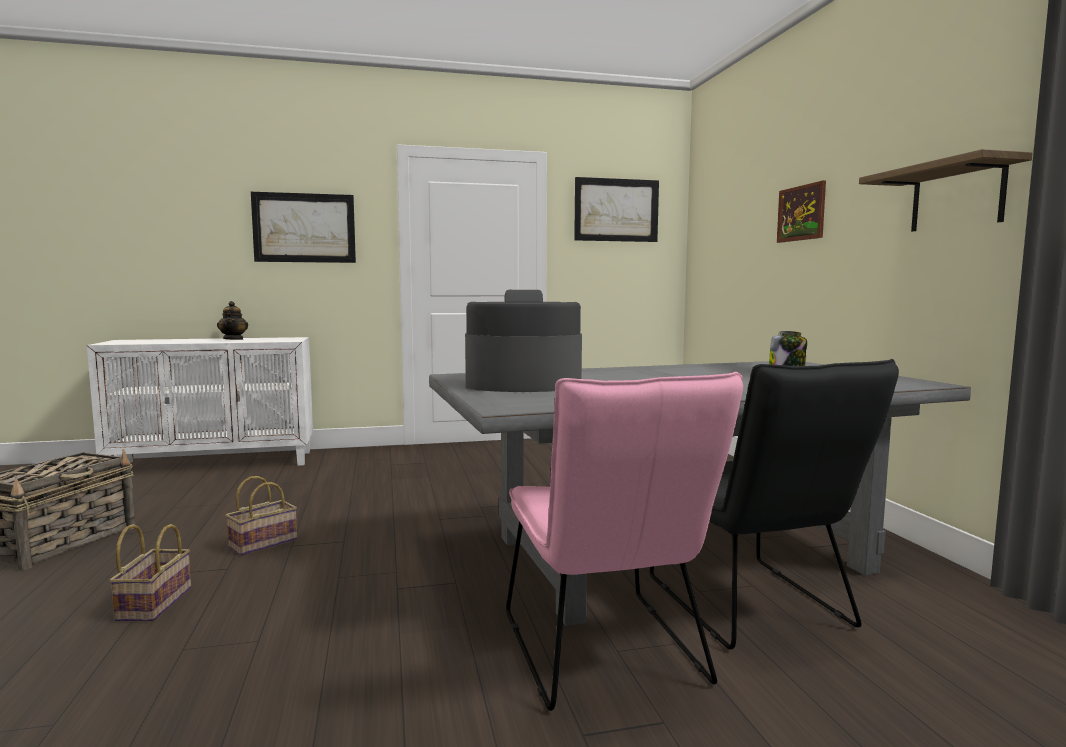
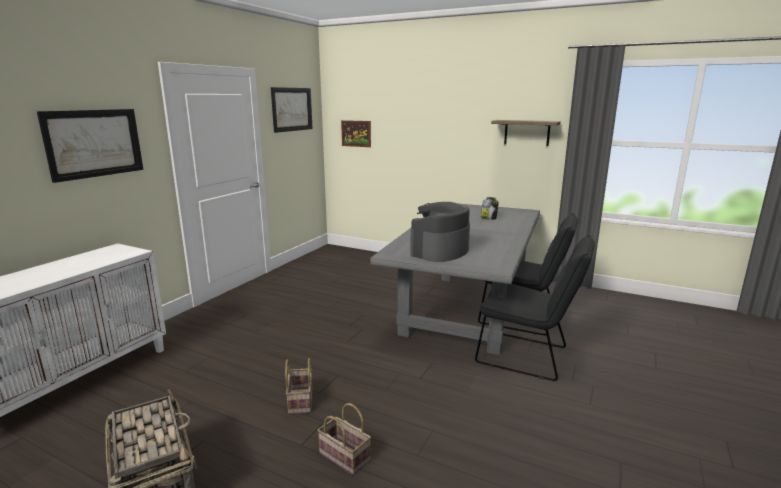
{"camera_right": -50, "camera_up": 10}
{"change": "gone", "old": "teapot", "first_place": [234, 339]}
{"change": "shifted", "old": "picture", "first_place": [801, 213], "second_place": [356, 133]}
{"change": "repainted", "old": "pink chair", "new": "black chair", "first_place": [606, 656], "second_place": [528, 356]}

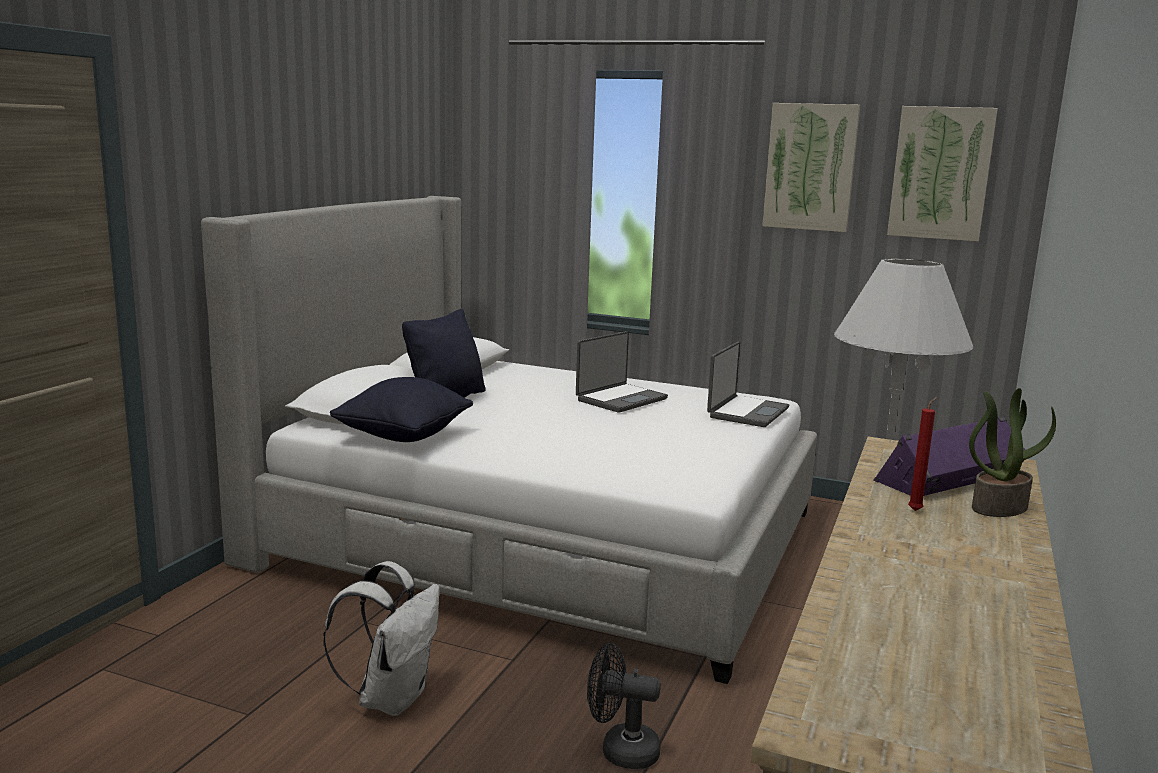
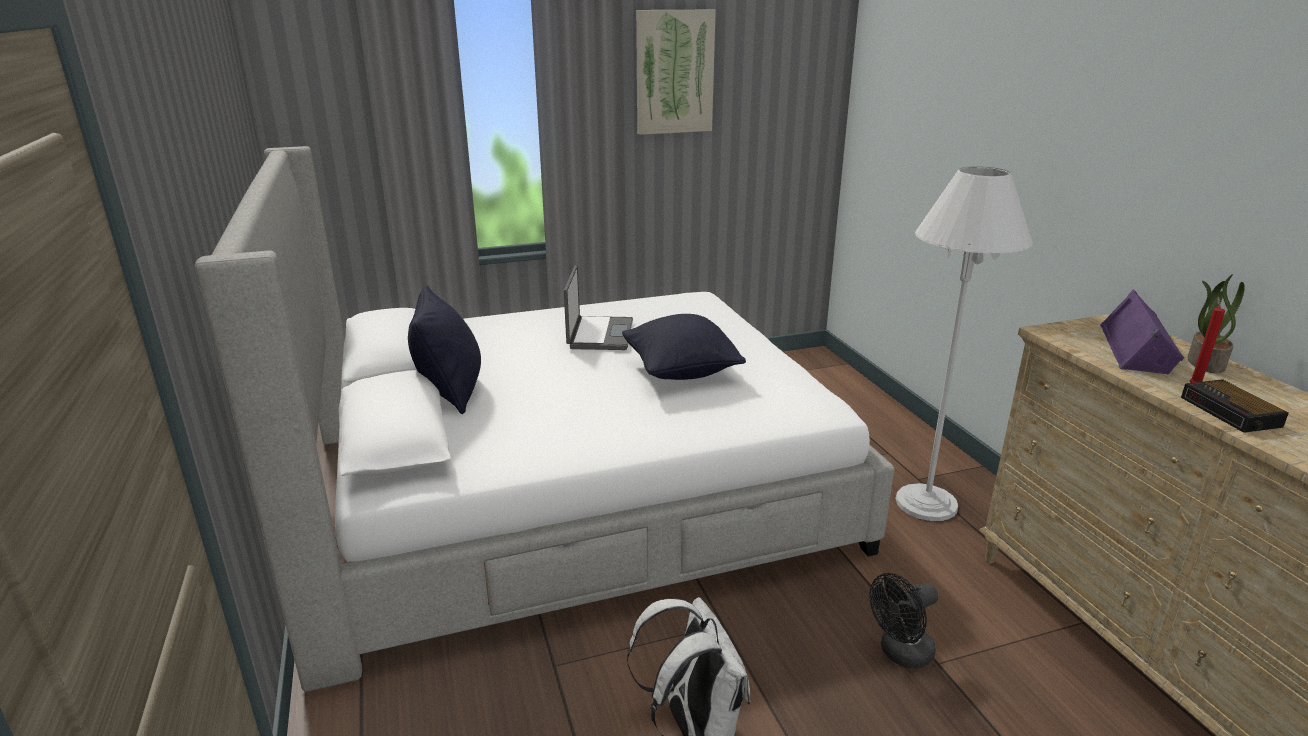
{"camera_right": -40, "camera_up": 10}
{"change": "gone", "old": "laptop", "first_place": [746, 412]}
{"change": "gone", "old": "picture", "first_place": [940, 173]}
{"change": "new", "new": "alarm clock", "second_place": [1231, 413]}
{"change": "shifted", "old": "black pillow", "first_place": [403, 436], "second_place": [681, 372]}

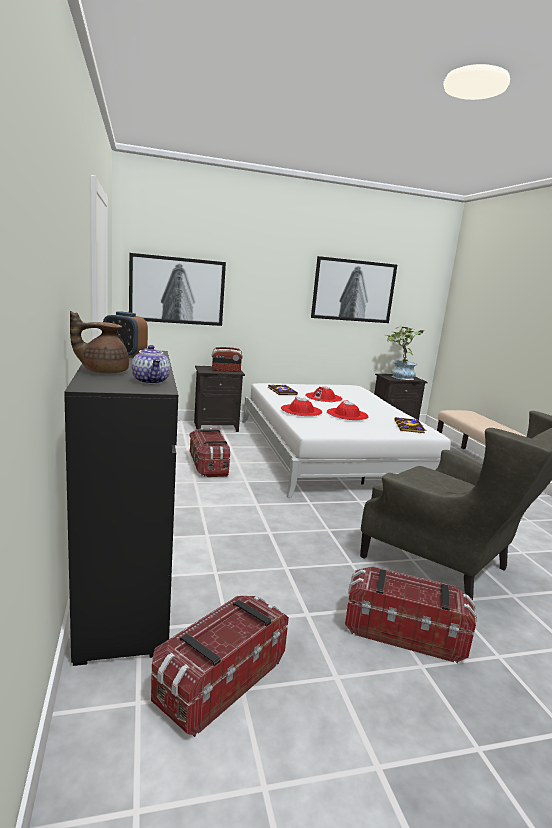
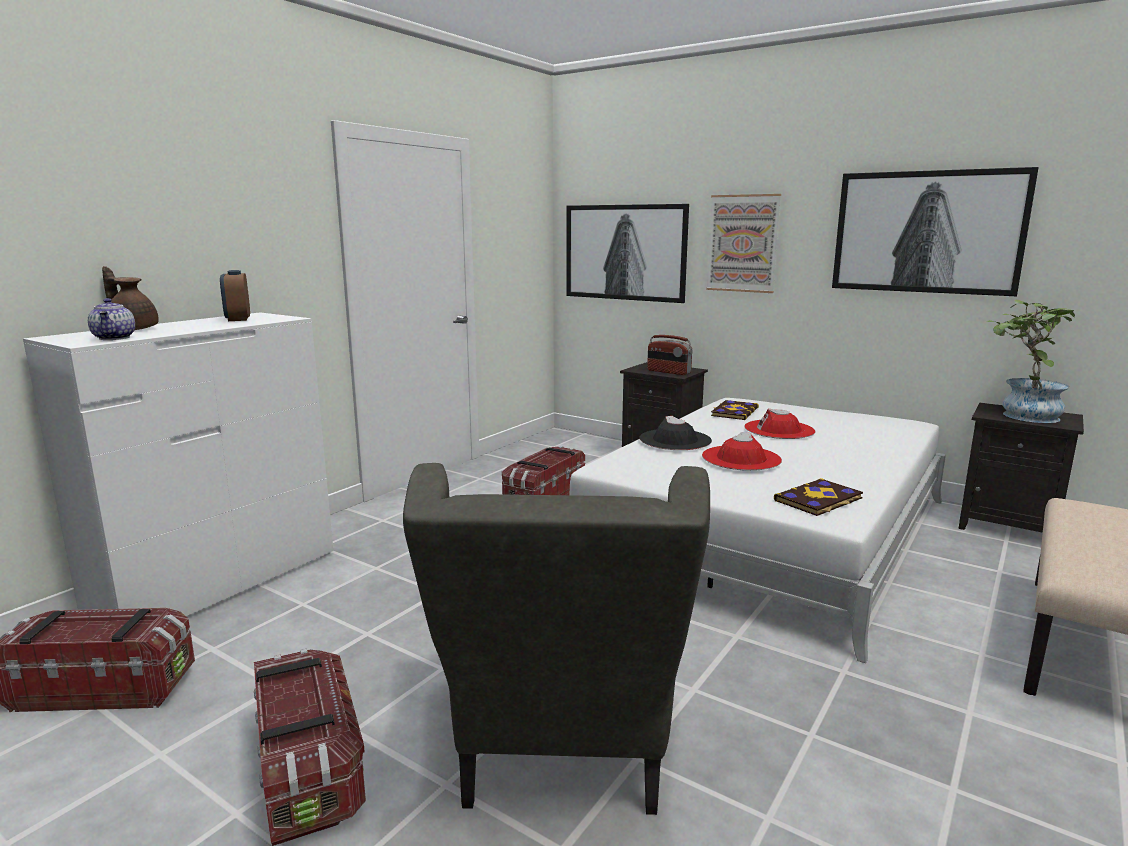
{"camera_right": 50, "camera_up": 0}
{"change": "new", "new": "picture", "second_place": [743, 243]}
{"change": "repainted", "old": "black dresser", "new": "white dresser", "first_place": [125, 590], "second_place": [217, 583]}
{"change": "repainted", "old": "red hat", "new": "black hat", "first_place": [301, 410], "second_place": [675, 440]}
{"change": "rotated", "old": "teapot", "first_place": [151, 381], "second_place": [115, 338], "degrees": -45}

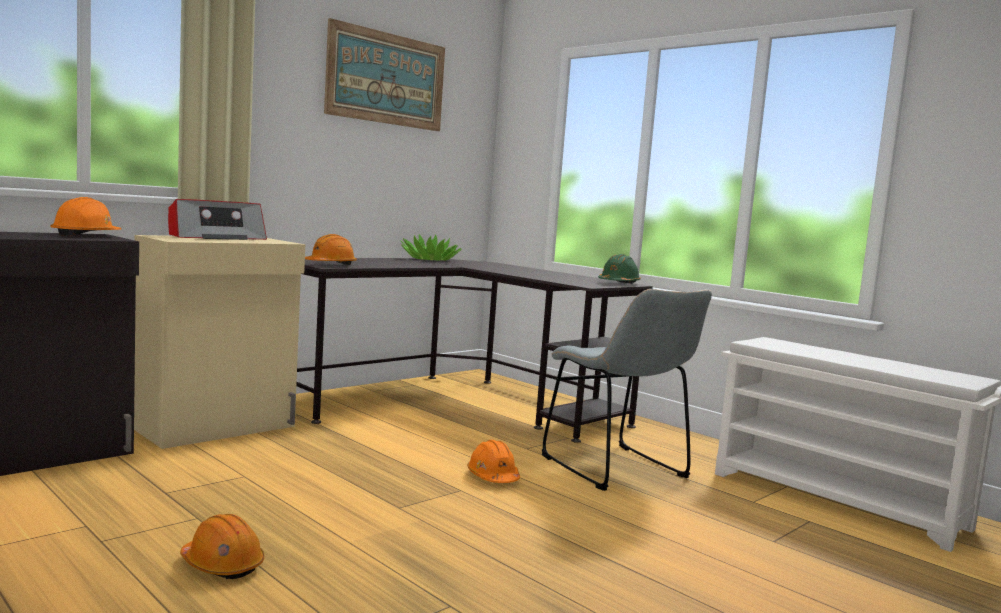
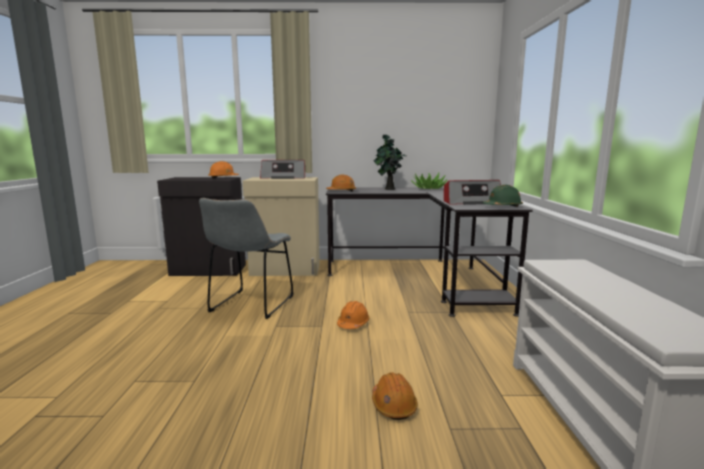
{"camera_right": 45, "camera_up": 5}
{"change": "gone", "old": "picture", "first_place": [386, 78]}
{"change": "new", "new": "potted plant", "second_place": [388, 189]}
{"change": "new", "new": "radio", "second_place": [471, 202]}
{"change": "shifted", "old": "orange hard hat", "first_place": [222, 565], "second_place": [393, 405]}
{"change": "shifted", "old": "grey chair", "first_place": [618, 470], "second_place": [250, 306]}

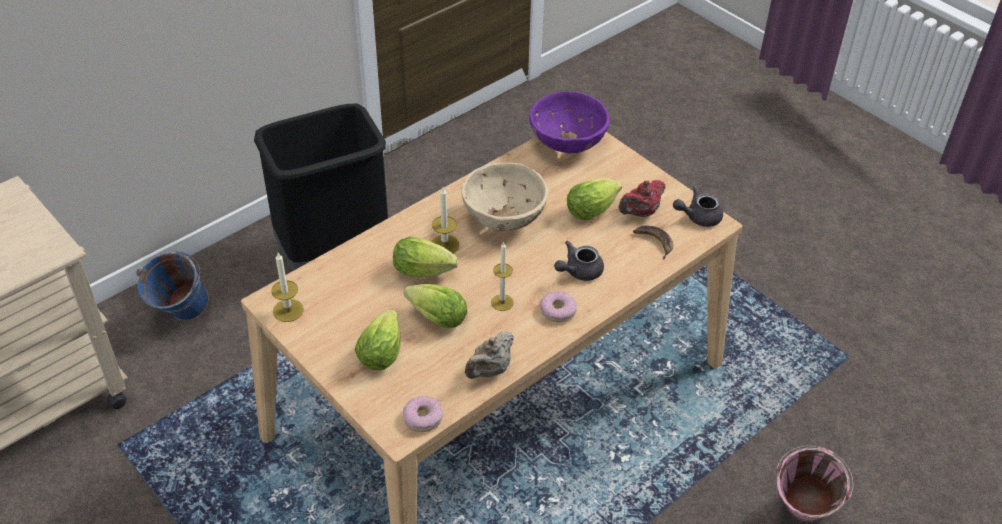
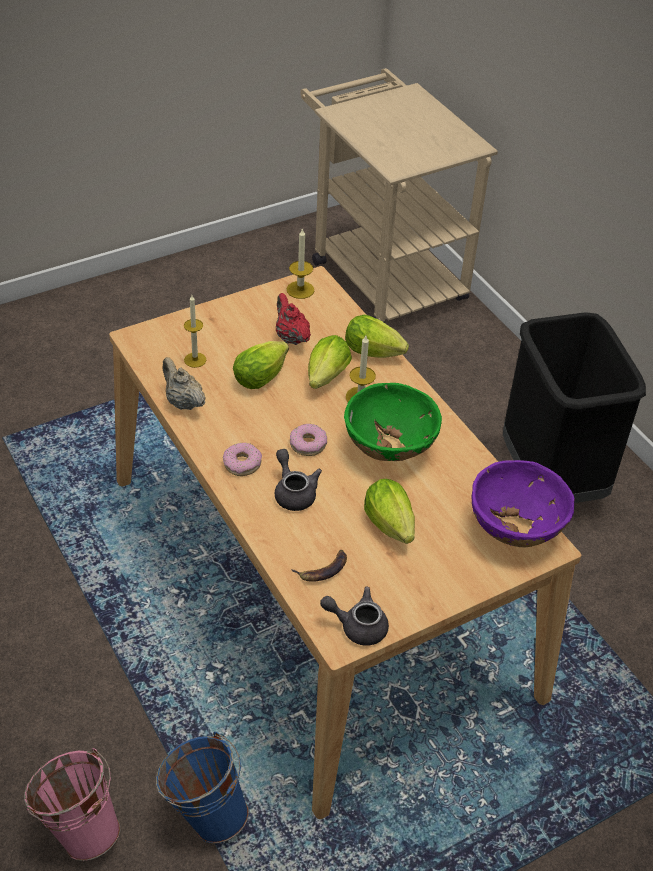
{"camera_right": 100, "camera_up": 0}
{"change": "shifted", "old": "blue bucket", "first_place": [181, 318], "second_place": [204, 813]}
{"change": "shifted", "old": "lettuce", "first_place": [382, 350], "second_place": [376, 353]}
{"change": "shifted", "old": "donut", "first_place": [423, 418], "second_place": [307, 444]}
{"change": "shifted", "old": "candle", "first_place": [502, 302], "second_place": [195, 360]}
{"change": "shifted", "old": "red teapot", "first_place": [640, 212], "second_place": [291, 337]}
{"change": "repainted", "old": "beige bowl", "new": "green bowl", "first_place": [504, 220], "second_place": [389, 448]}
{"change": "rotated", "old": "grey teapot", "first_place": [698, 217], "second_place": [357, 626], "degrees": -75}

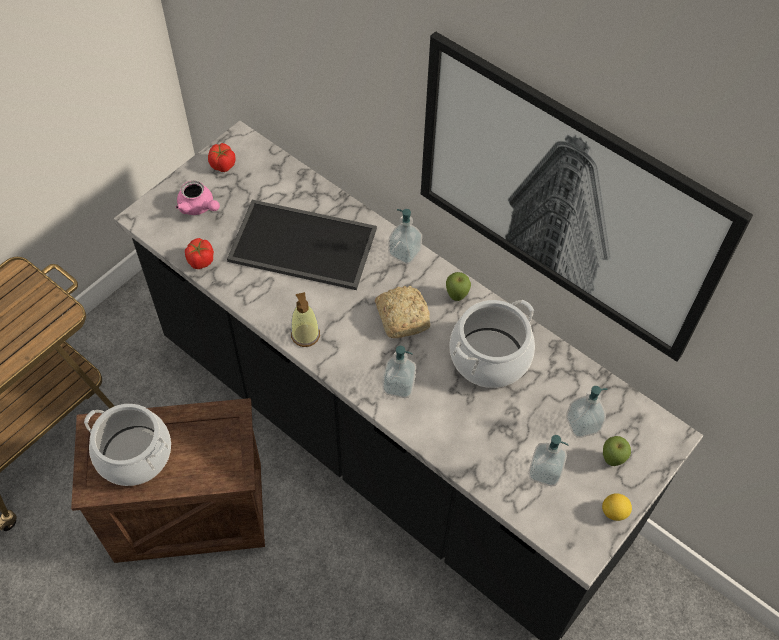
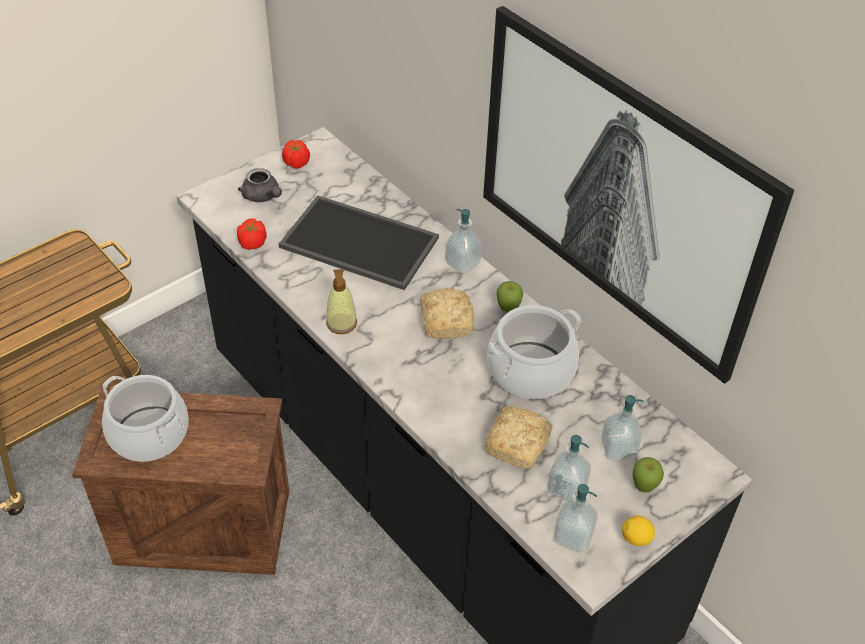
{"camera_right": 10, "camera_up": -10}
{"change": "new", "new": "bread", "second_place": [518, 443]}
{"change": "shifted", "old": "soap dispenser", "first_place": [398, 385], "second_place": [573, 536]}
{"change": "repainted", "old": "pink teapot", "new": "grey teapot", "first_place": [199, 207], "second_place": [263, 196]}

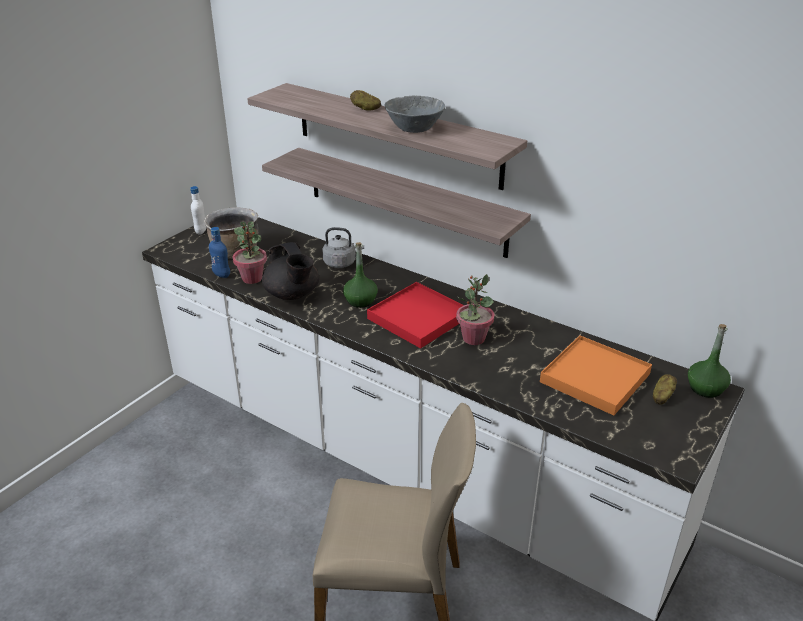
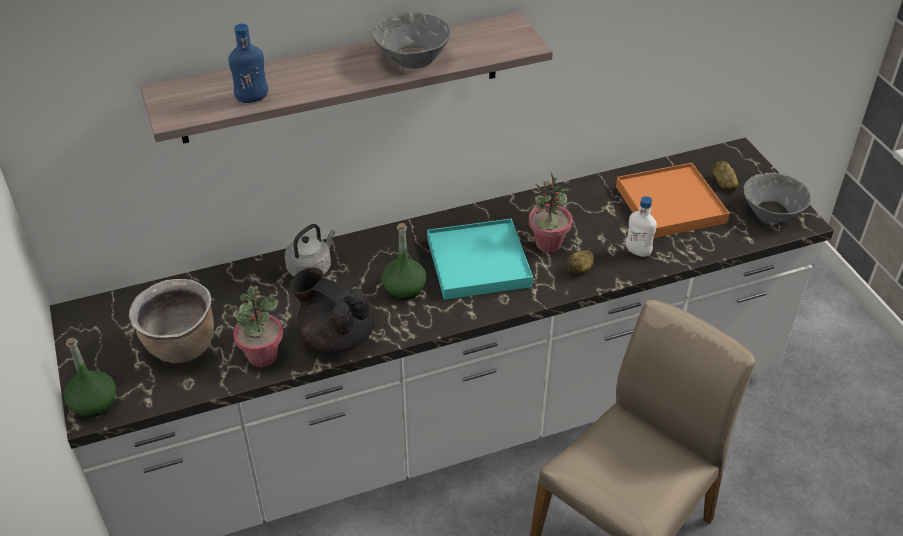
{"camera_right": -55, "camera_up": 10}
{"change": "gone", "old": "shelf", "first_place": [405, 201]}
{"change": "new", "new": "grey bowl", "second_place": [772, 212]}
{"change": "shifted", "old": "white bottle", "first_place": [201, 231], "second_place": [638, 251]}
{"change": "shifted", "old": "blue bottle", "first_place": [221, 275], "second_place": [252, 99]}
{"change": "shifted", "old": "potato", "first_place": [365, 109], "second_place": [580, 269]}
{"change": "shifted", "old": "green bottle", "first_place": [705, 388], "second_place": [94, 403]}
{"change": "repainted", "old": "red tray", "new": "turquoise tray", "first_place": [418, 318], "second_place": [478, 263]}
{"change": "rotated", "old": "black teapot", "first_place": [292, 295], "second_place": [336, 336], "degrees": -150}

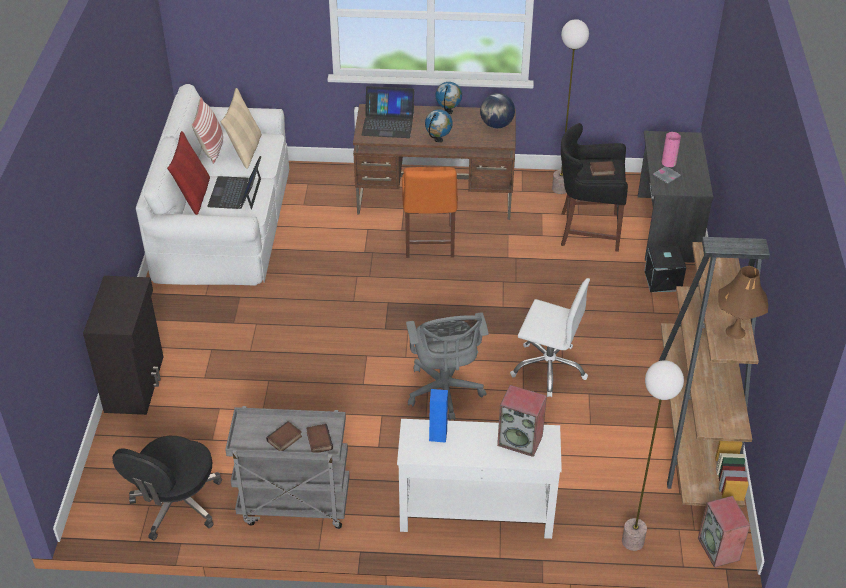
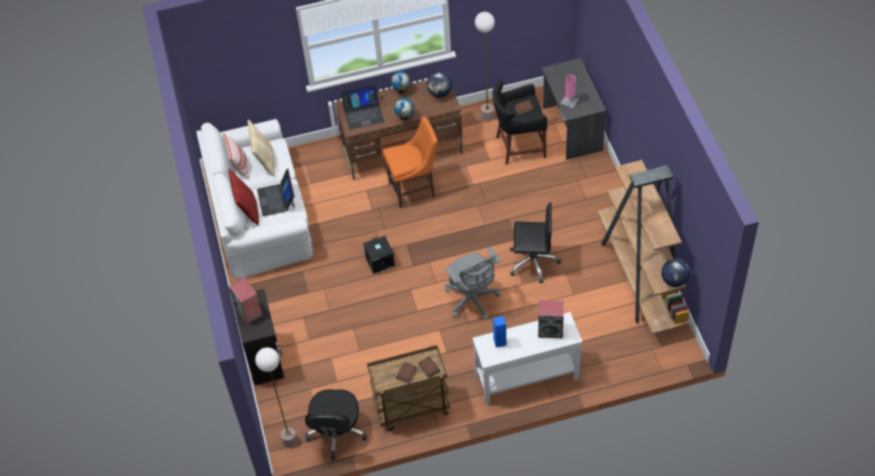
{"camera_right": -15, "camera_up": 10}
{"change": "gone", "old": "brown table lamp", "first_place": [735, 332]}
{"change": "new", "new": "globe", "second_place": [674, 280]}
{"change": "shifted", "old": "floor lamp", "first_place": [632, 542], "second_place": [290, 441]}
{"change": "shifted", "old": "black storage box", "first_place": [662, 280], "second_place": [379, 261]}
{"change": "shifted", "old": "speaker", "first_place": [719, 549], "second_place": [249, 311]}
{"change": "repainted", "old": "grey cart", "new": "brown cart", "first_place": [293, 505], "second_place": [411, 408]}
{"change": "repainted", "old": "white office chair", "new": "black office chair", "first_place": [549, 368], "second_place": [533, 262]}
{"change": "rotated", "old": "orange chair", "first_place": [429, 243], "second_place": [414, 189], "degrees": -90}

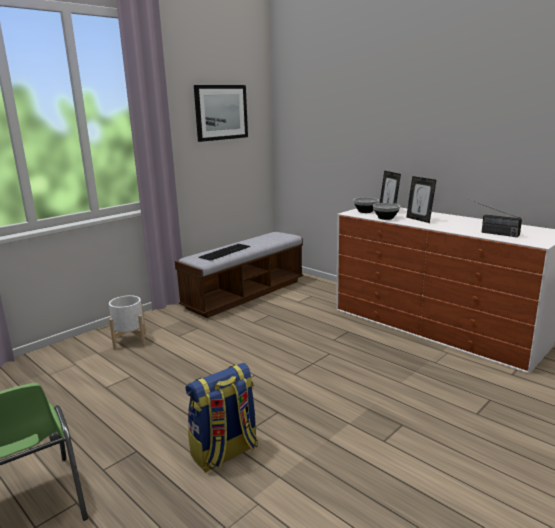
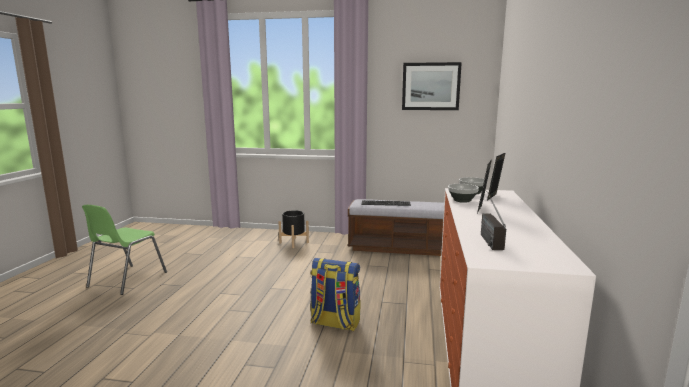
{"camera_right": 55, "camera_up": -5}
{"change": "shifted", "old": "backpack", "first_place": [225, 453], "second_place": [334, 323]}
{"change": "repainted", "old": "white planter", "new": "black planter", "first_place": [129, 341], "second_place": [294, 242]}

